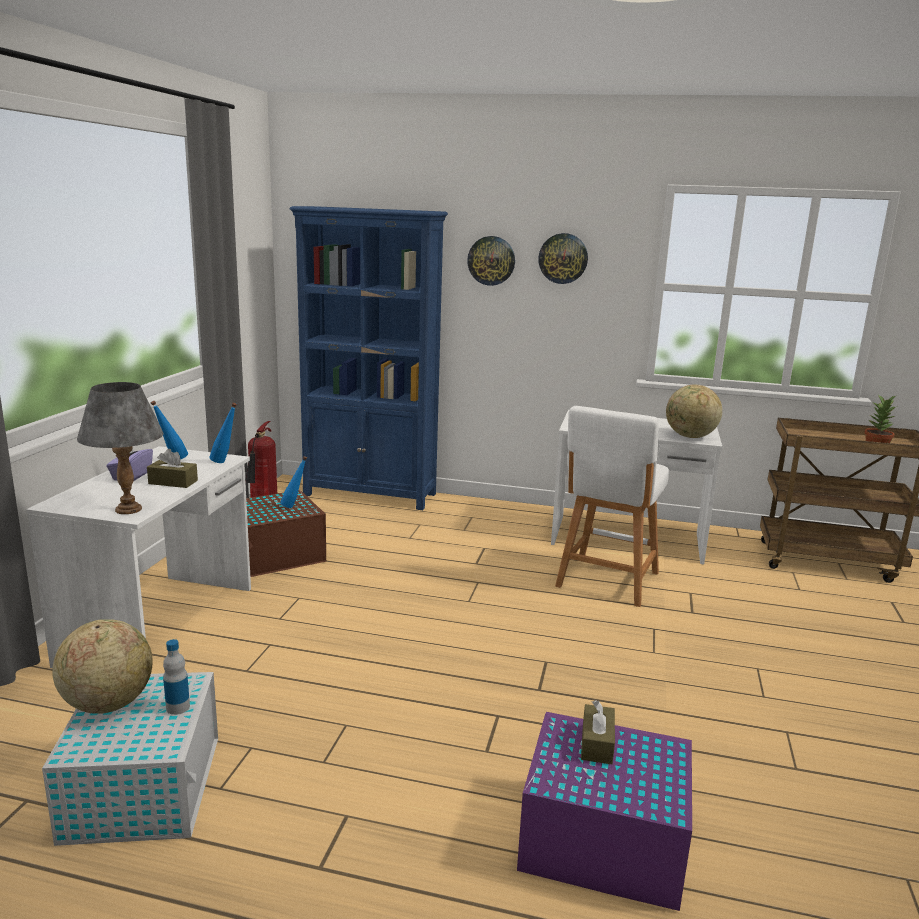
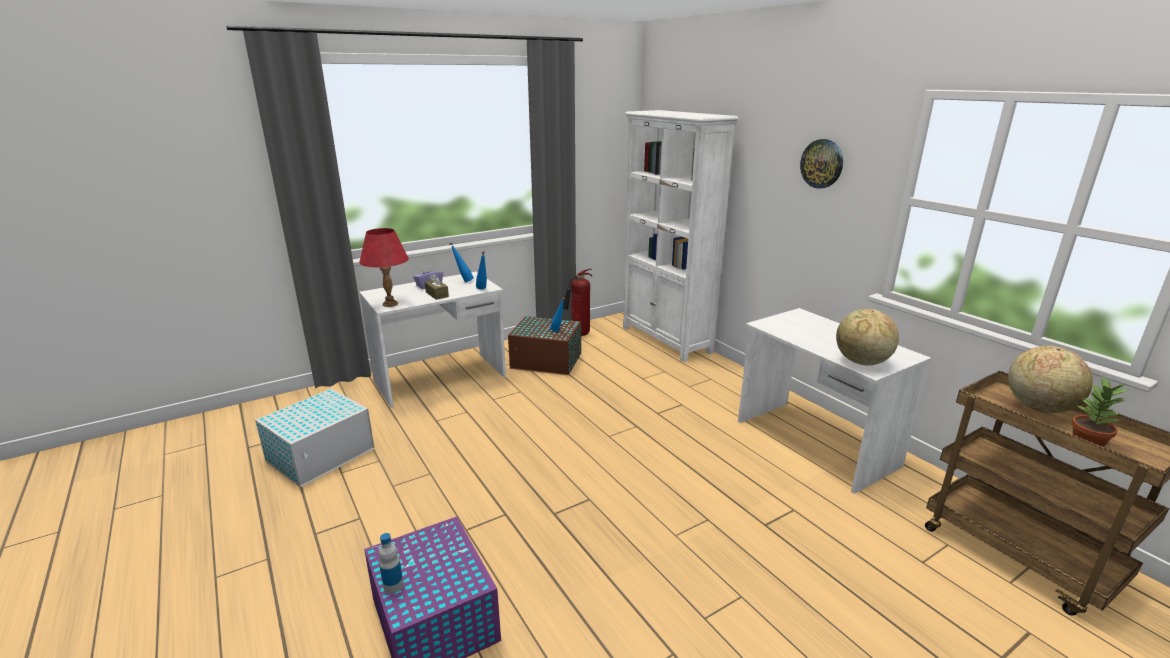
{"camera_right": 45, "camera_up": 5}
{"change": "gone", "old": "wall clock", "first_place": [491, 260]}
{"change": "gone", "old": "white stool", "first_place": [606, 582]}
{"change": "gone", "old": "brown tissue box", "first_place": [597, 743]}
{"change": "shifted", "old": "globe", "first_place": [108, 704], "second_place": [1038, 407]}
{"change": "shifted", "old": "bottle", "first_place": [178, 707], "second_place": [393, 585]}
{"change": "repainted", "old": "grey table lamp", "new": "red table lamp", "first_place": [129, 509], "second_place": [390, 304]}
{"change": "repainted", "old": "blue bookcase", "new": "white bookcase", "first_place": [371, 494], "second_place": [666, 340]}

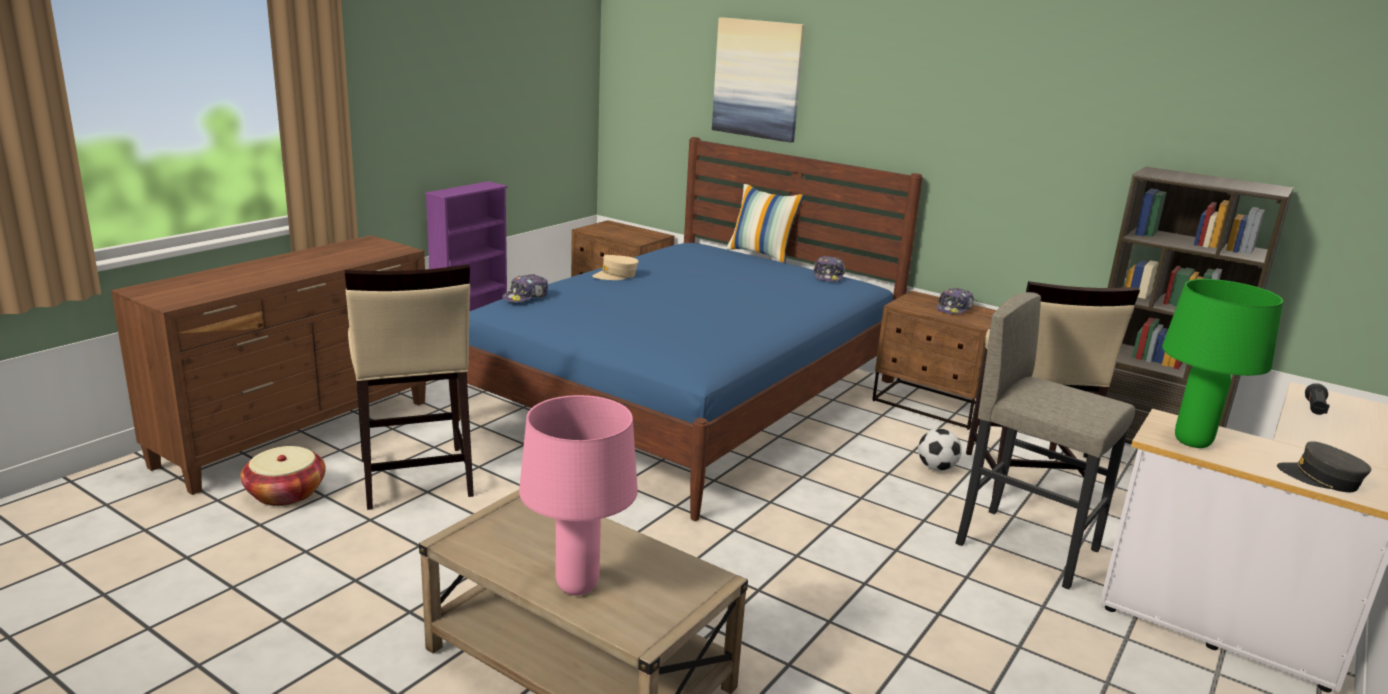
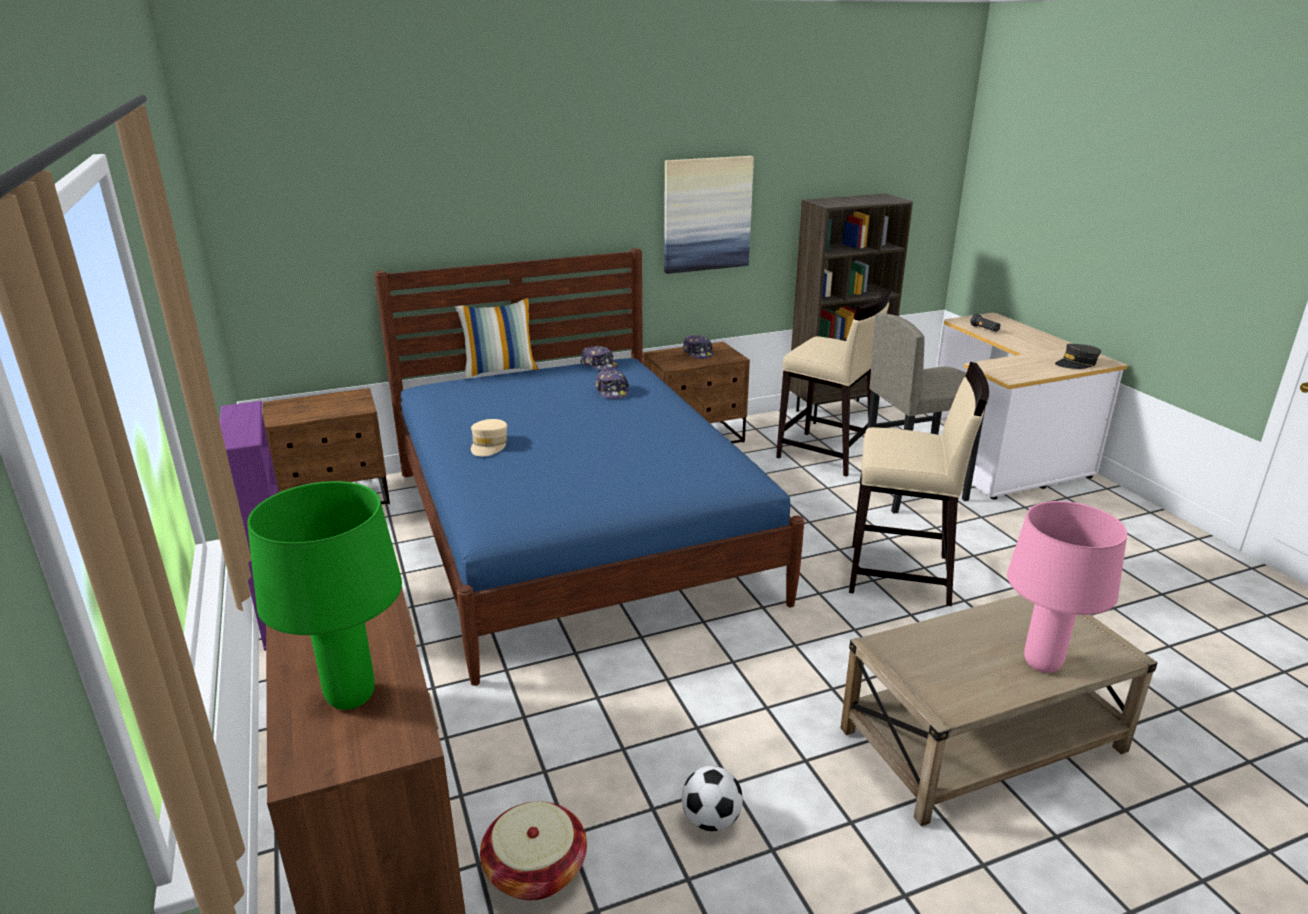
{"camera_right": -55, "camera_up": 5}
{"change": "shifted", "old": "beige stool", "first_place": [415, 478], "second_place": [900, 574]}
{"change": "shifted", "old": "cap", "first_place": [526, 297], "second_place": [612, 391]}
{"change": "shifted", "old": "picture", "first_place": [758, 79], "second_place": [707, 214]}
{"change": "shifted", "old": "football", "first_place": [936, 468], "second_place": [711, 820]}
{"change": "shifted", "old": "green table lamp", "first_place": [1193, 442], "second_place": [352, 696]}

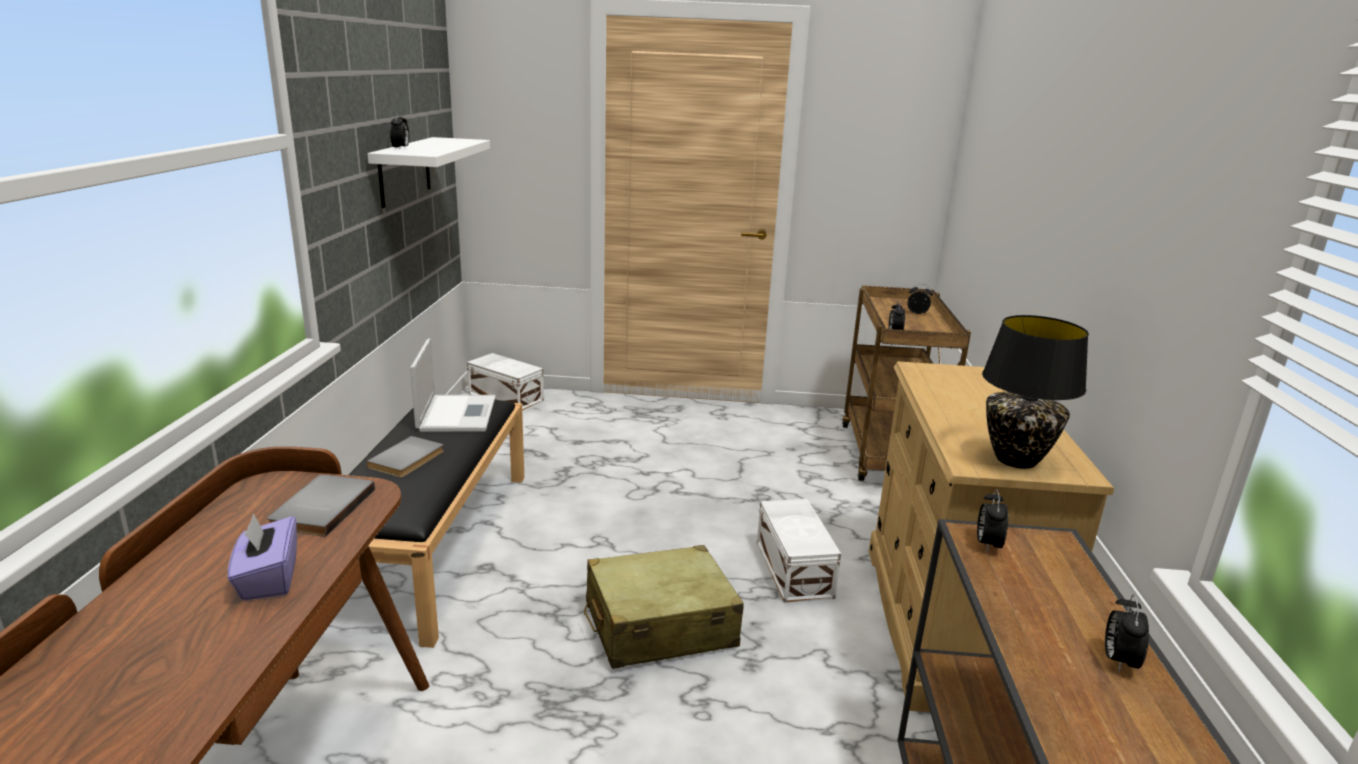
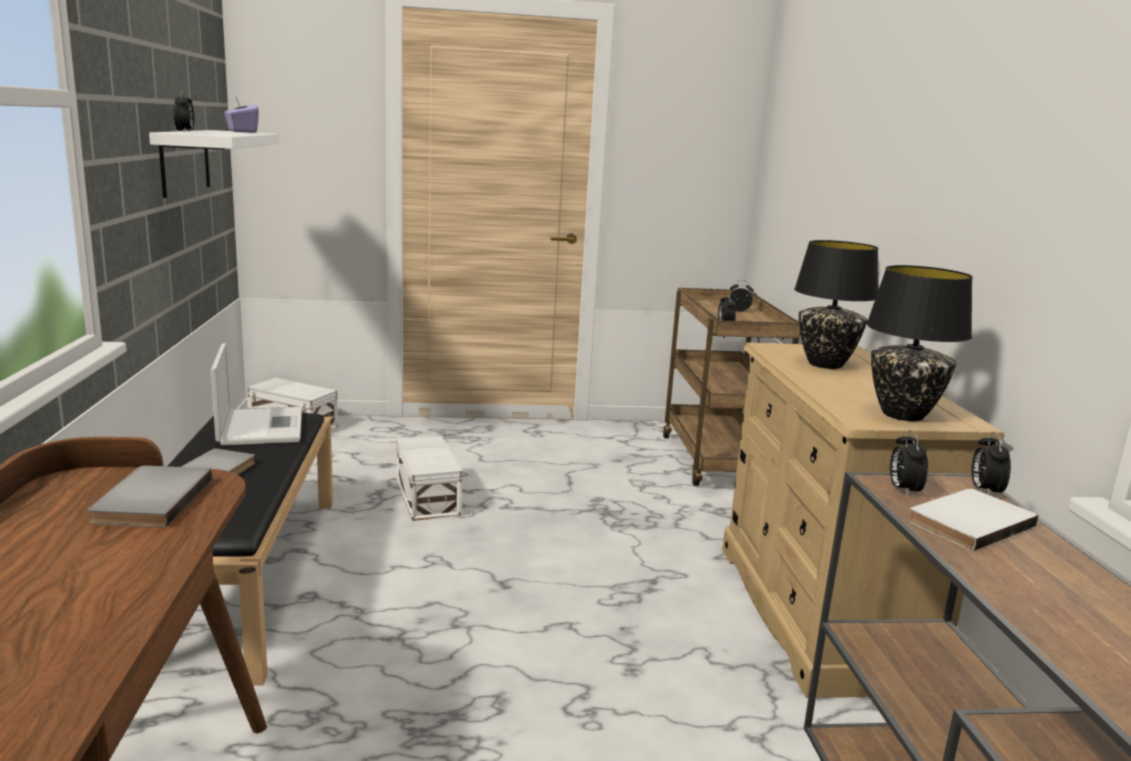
{"camera_right": -10, "camera_up": -5}
{"change": "gone", "old": "beige suitcase", "first_place": [659, 625]}
{"change": "new", "new": "black table lamp", "second_place": [826, 364]}
{"change": "new", "new": "white book", "second_place": [966, 522]}
{"change": "shifted", "old": "purple tissue box", "first_place": [268, 579], "second_place": [242, 132]}
{"change": "shifted", "old": "white storage box", "first_place": [794, 568], "second_place": [428, 497]}
{"change": "shifted", "old": "alarm clock", "first_place": [1118, 660], "second_place": [984, 491]}

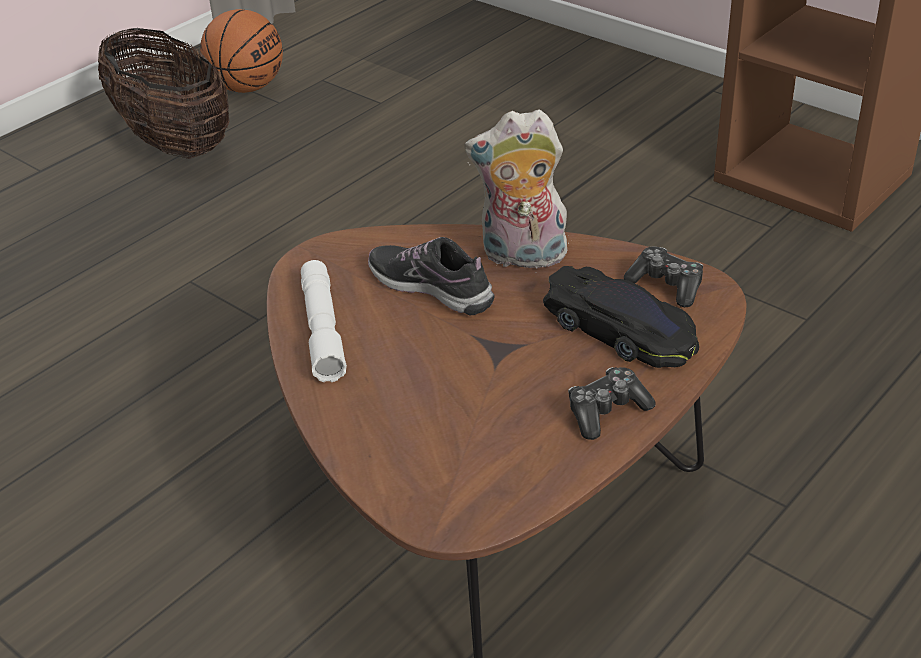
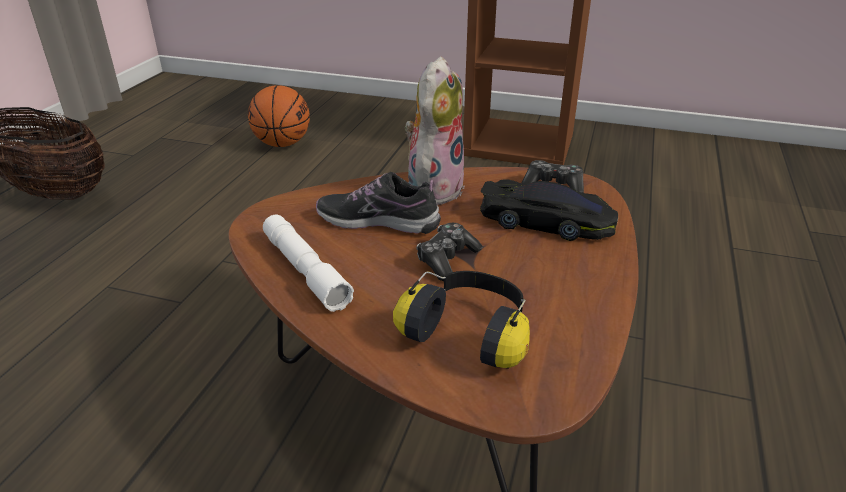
{"camera_right": -25, "camera_up": -5}
{"change": "new", "new": "headphones", "second_place": [469, 333]}
{"change": "shifted", "old": "basketball", "first_place": [247, 88], "second_place": [282, 144]}
{"change": "shifted", "old": "game controller", "first_place": [606, 411], "second_place": [447, 259]}
{"change": "rotated", "old": "plush toy", "first_place": [521, 257], "second_place": [434, 188], "degrees": 135}

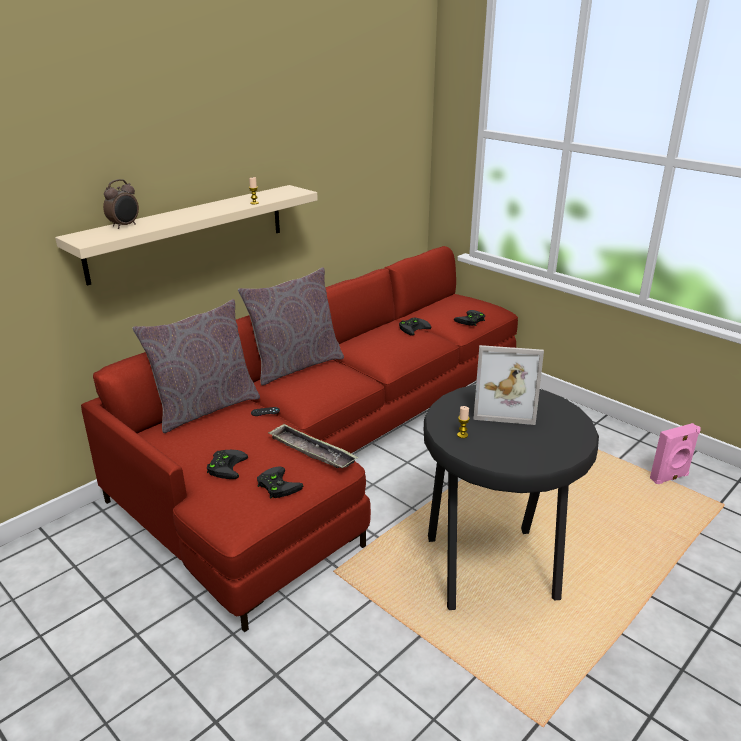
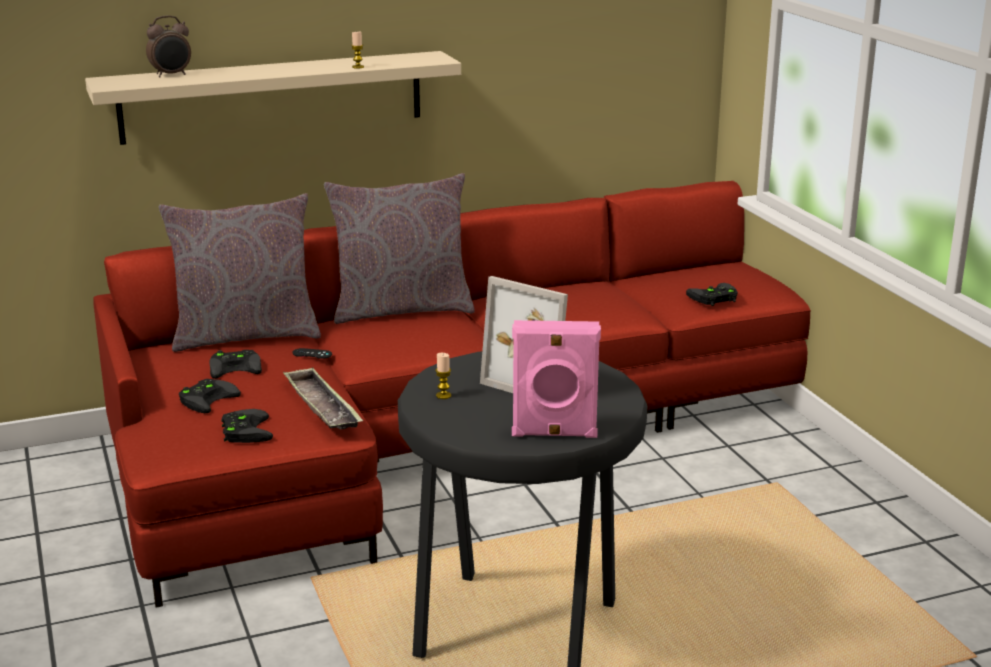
{"camera_right": 25, "camera_up": -5}
{"change": "shifted", "old": "black game controller", "first_place": [413, 328], "second_place": [236, 367]}
{"change": "shifted", "old": "pink speaker", "first_place": [669, 478], "second_place": [554, 434]}

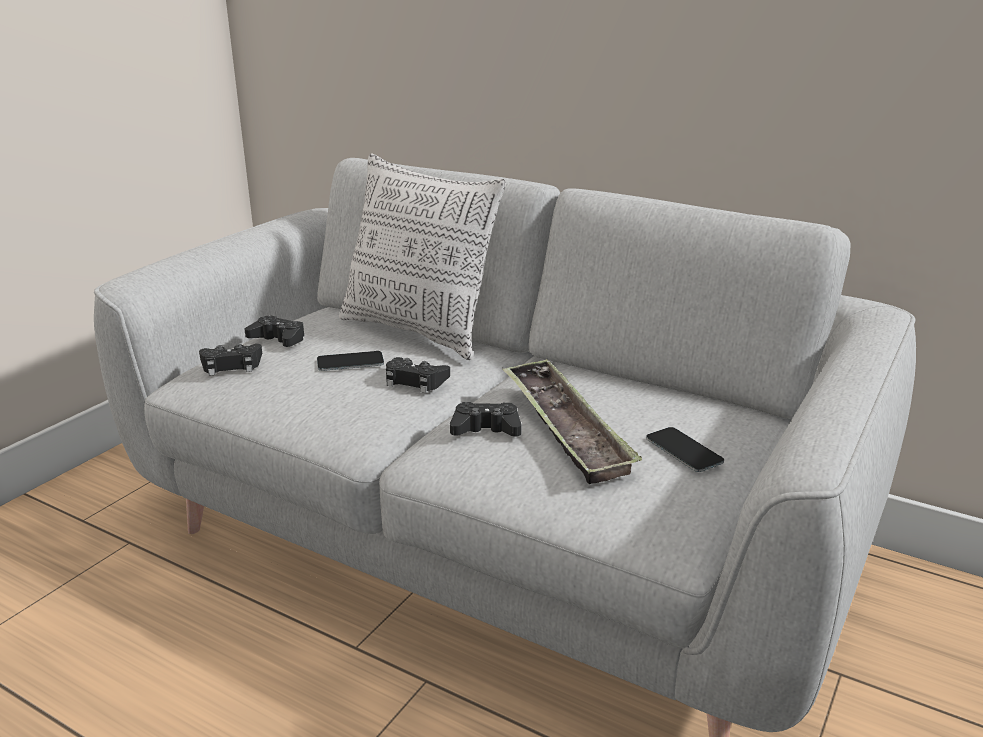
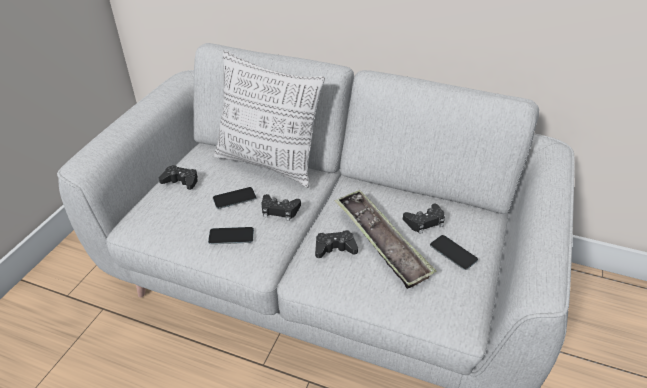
{"camera_right": -10, "camera_up": 15}
{"change": "new", "new": "phone", "second_place": [231, 236]}
{"change": "shifted", "old": "black game controller", "first_place": [231, 365], "second_place": [424, 222]}

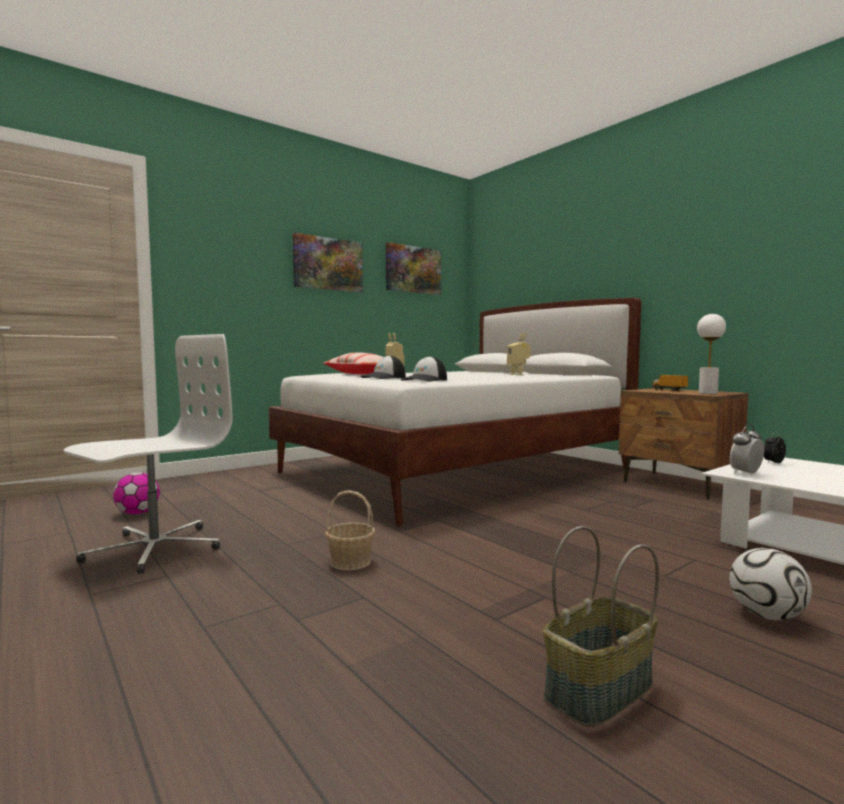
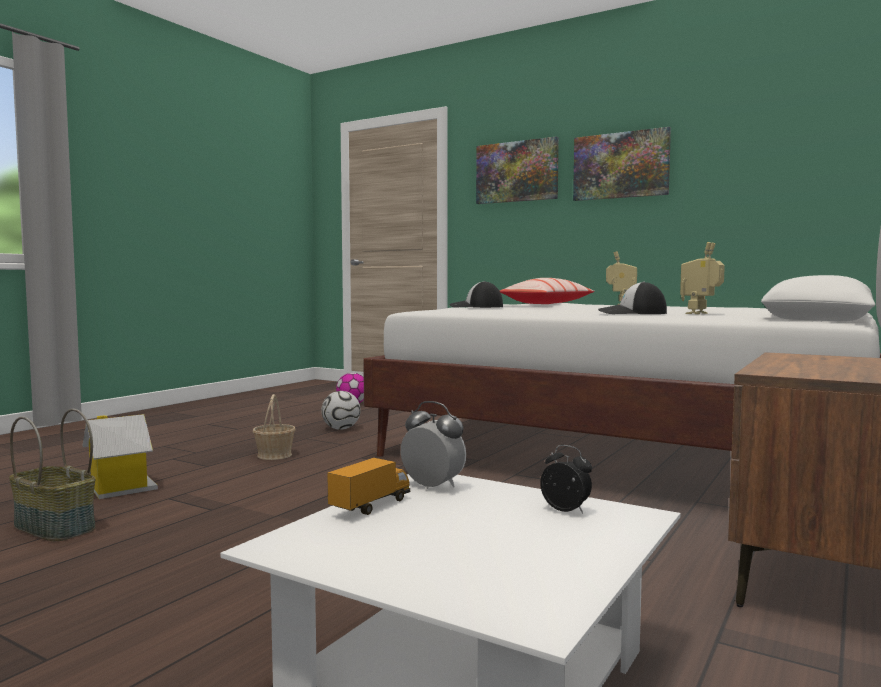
{"camera_right": 70, "camera_up": 0}
{"change": "gone", "old": "white office chair", "first_place": [153, 548]}
{"change": "gone", "old": "white table lamp", "first_place": [707, 393]}
{"change": "new", "new": "toy house", "second_place": [120, 489]}
{"change": "shifted", "old": "picture", "first_place": [413, 269], "second_place": [517, 172]}
{"change": "shifted", "old": "cap", "first_place": [425, 380], "second_place": [631, 313]}
{"change": "shifted", "old": "toy truck", "first_place": [669, 390], "second_place": [371, 506]}
{"change": "shifted", "old": "football", "first_place": [767, 615], "second_place": [341, 429]}

